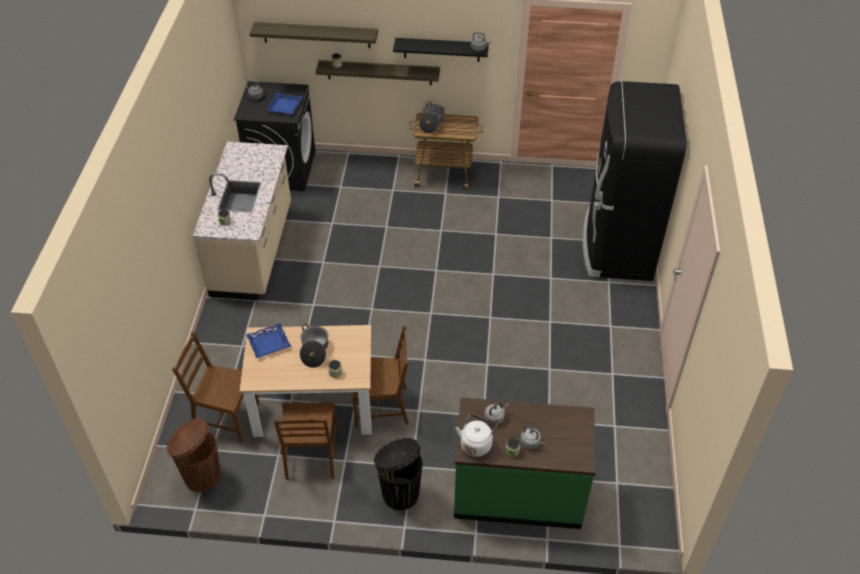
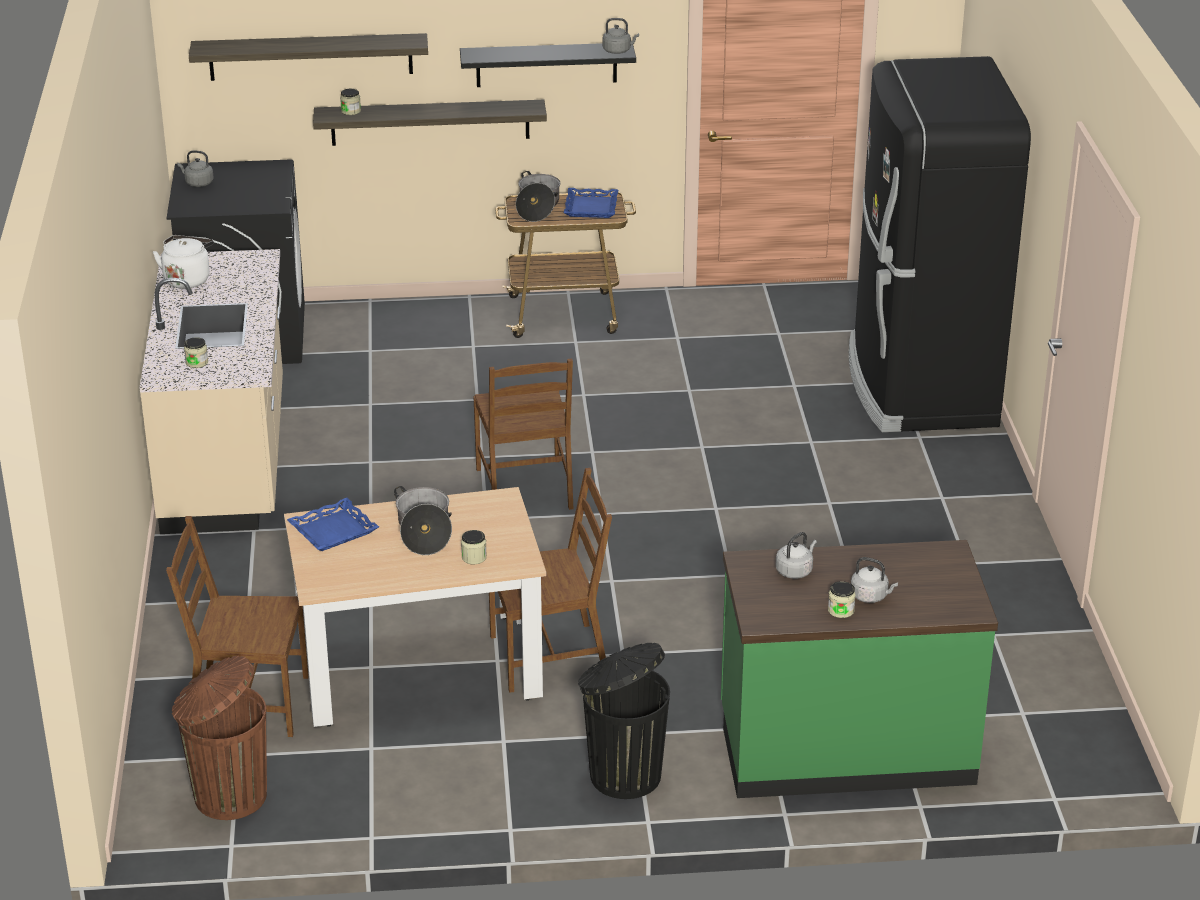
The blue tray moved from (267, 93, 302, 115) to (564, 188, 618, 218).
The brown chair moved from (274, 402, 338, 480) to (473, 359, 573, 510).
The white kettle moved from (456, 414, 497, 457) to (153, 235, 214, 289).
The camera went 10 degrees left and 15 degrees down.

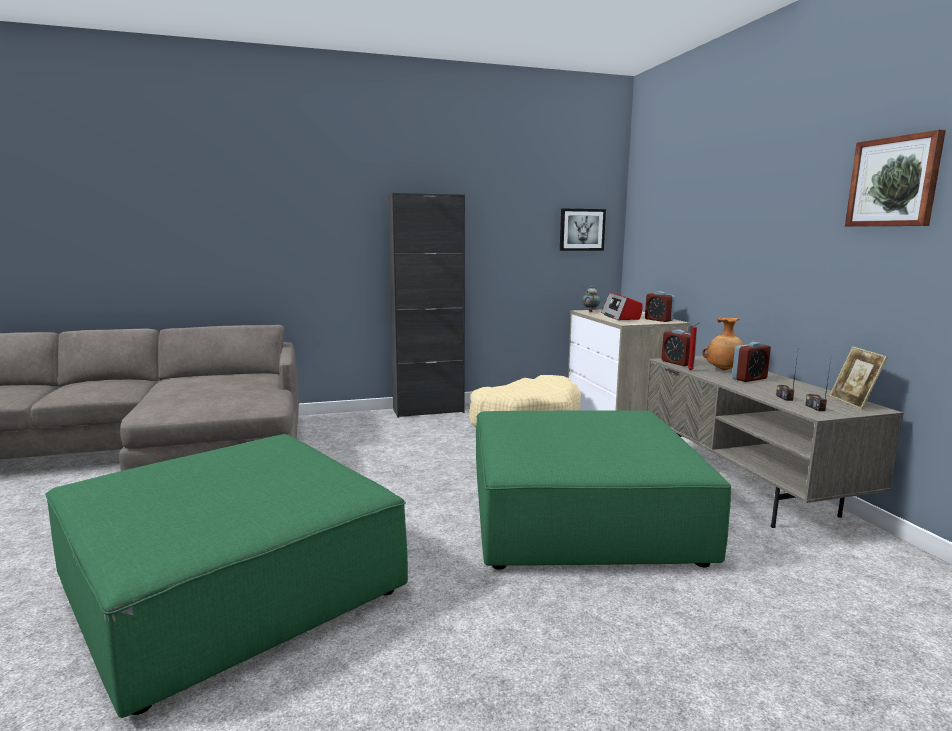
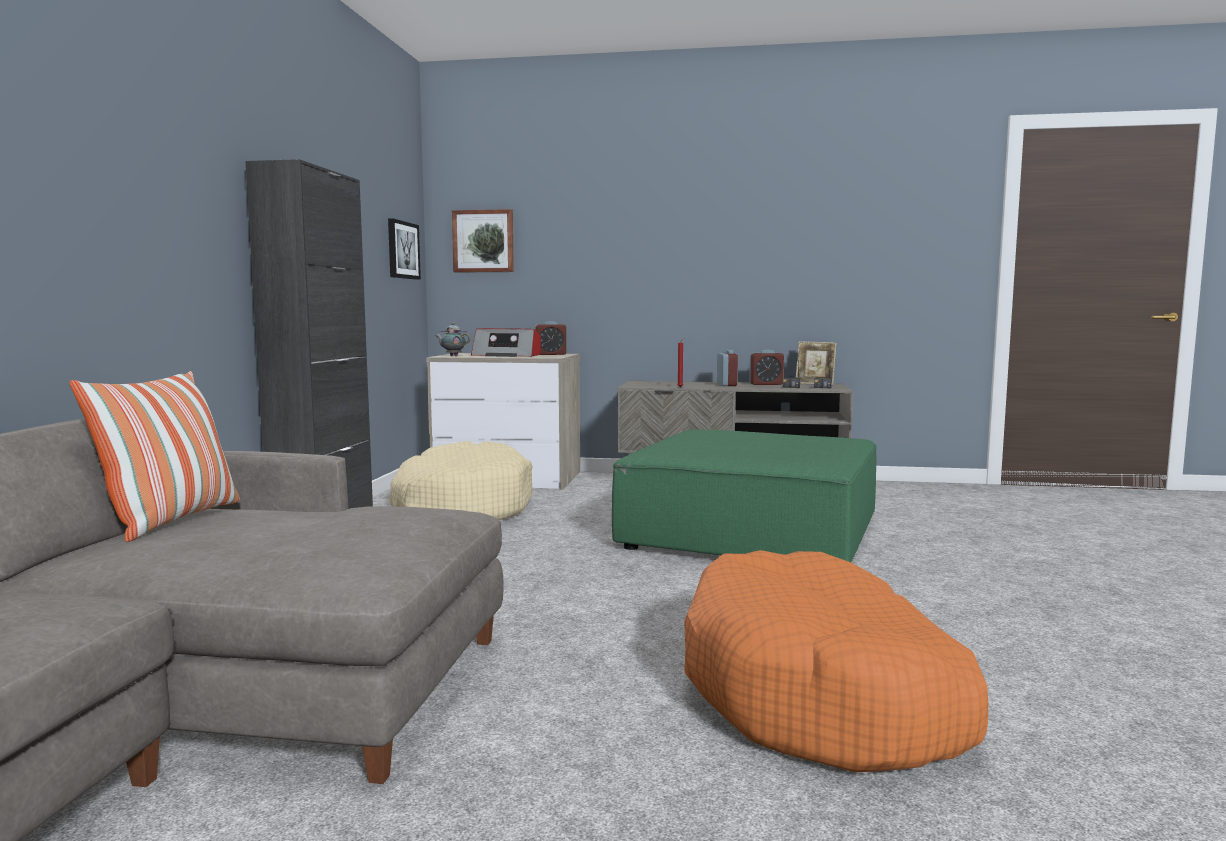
The brown vase at (702, 318, 744, 370) disappeared.
The pillow at (69, 371, 240, 542) appeared.
The alarm clock moved from (662, 330, 697, 366) to (749, 350, 784, 385).
The picture moved from (845, 130, 946, 227) to (452, 209, 514, 273).
The green ottoman at (45, 434, 408, 718) was replaced by the orange dog bed at (684, 550, 988, 773).
The camera went 65 degrees left and 5 degrees down.

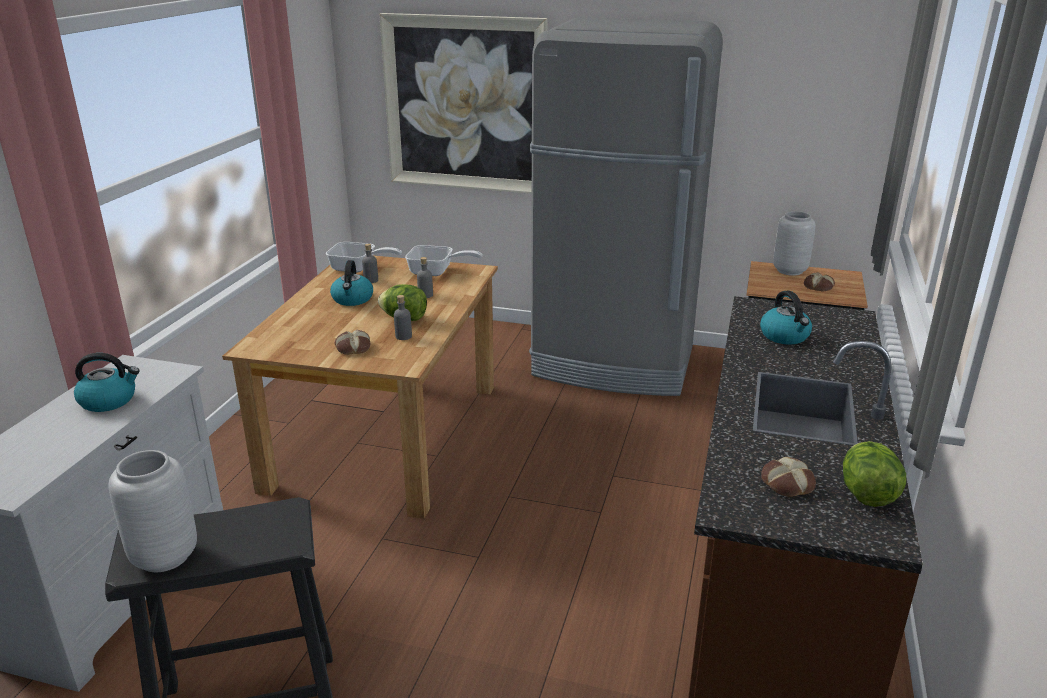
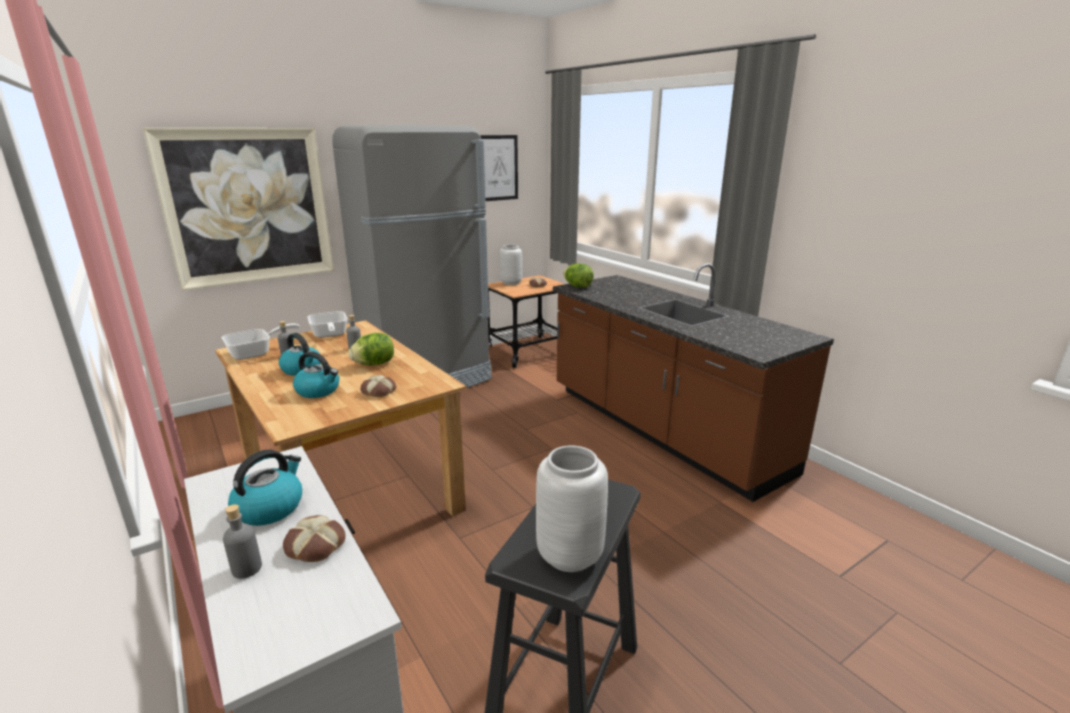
The picture at (480, 135, 518, 201) appeared.
The grey bottle moved from (394, 295, 412, 340) to (223, 504, 262, 579).
The kettle moved from (760, 290, 812, 345) to (293, 351, 339, 398).
The bread moved from (761, 457, 816, 497) to (283, 515, 346, 562).
The lettuce moved from (843, 441, 906, 507) to (563, 263, 594, 288).
The frying pan at (405, 245, 483, 276) turned 105 degrees clockwise.
The camera went 50 degrees left and 5 degrees down.

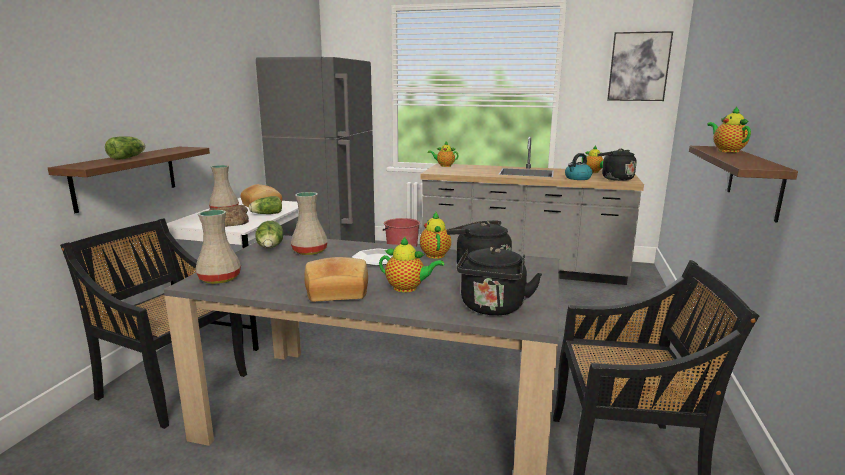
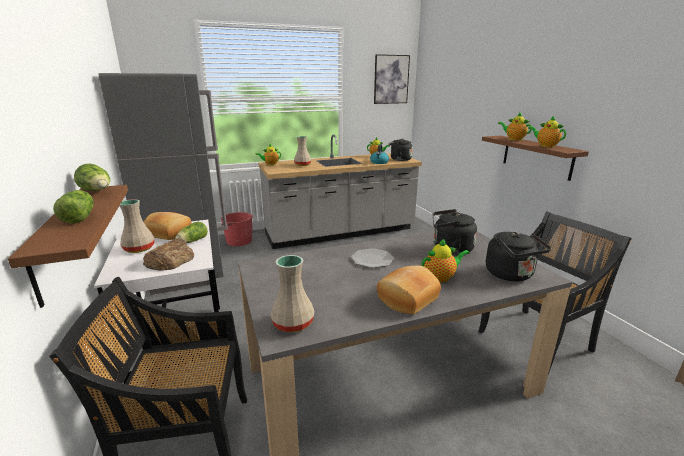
The lettuce moved from (255, 221, 283, 248) to (74, 163, 110, 191).
The beige vase moved from (291, 192, 328, 255) to (294, 136, 311, 166).
The teapot moved from (420, 212, 451, 259) to (528, 116, 566, 147).
The camera went 35 degrees left and 5 degrees up.

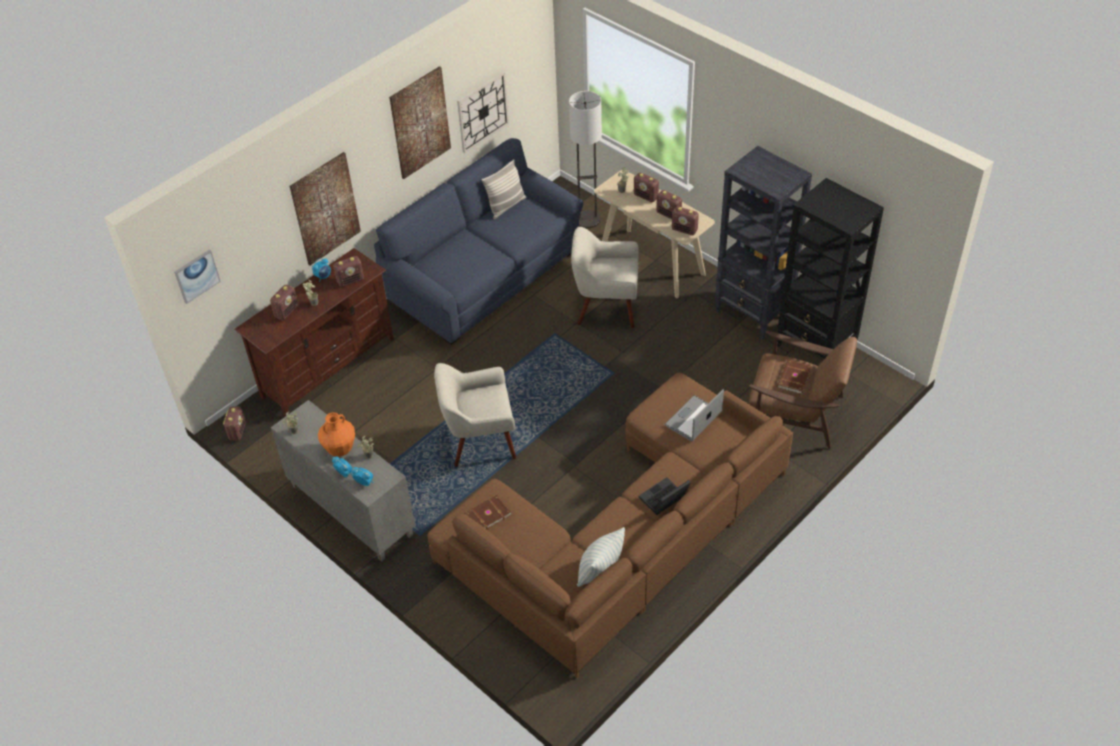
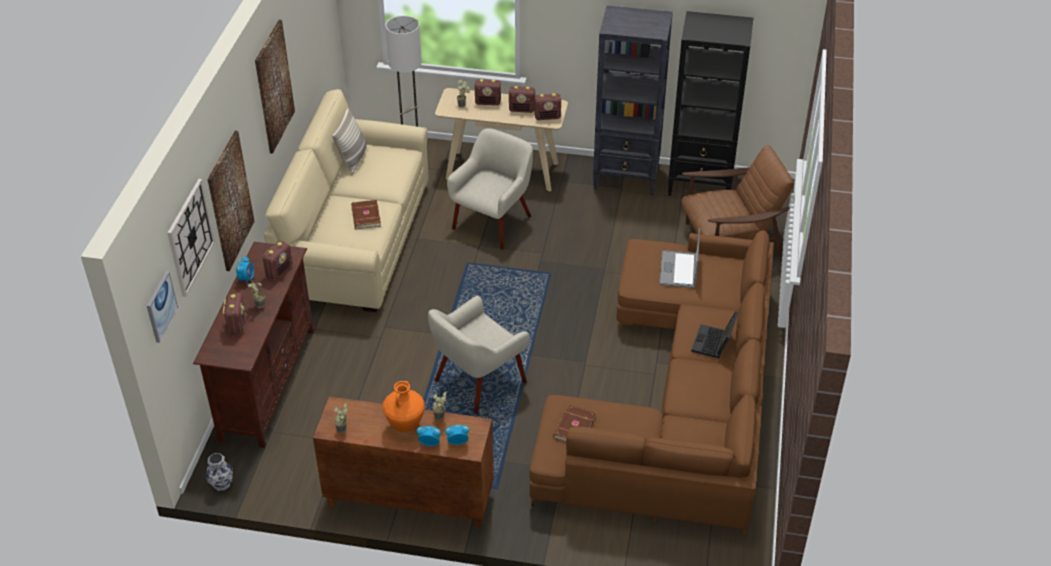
The pillow at (577, 527, 625, 587) disappeared.
The wall clock moved from (457, 72, 509, 153) to (168, 179, 215, 297).
The brown book moved from (777, 360, 812, 394) to (351, 200, 381, 229).
The radio at (223, 406, 246, 441) was replaced by the vase at (206, 453, 233, 491).
The grey cabinet at (271, 400, 415, 561) became the brown cabinet at (313, 396, 494, 529).
The blue sofa at (374, 138, 583, 345) became the beige sofa at (264, 89, 429, 312).
The beige armchair at (571, 227, 639, 328) turned 150 degrees clockwise.
The camera went 35 degrees left and 5 degrees down.

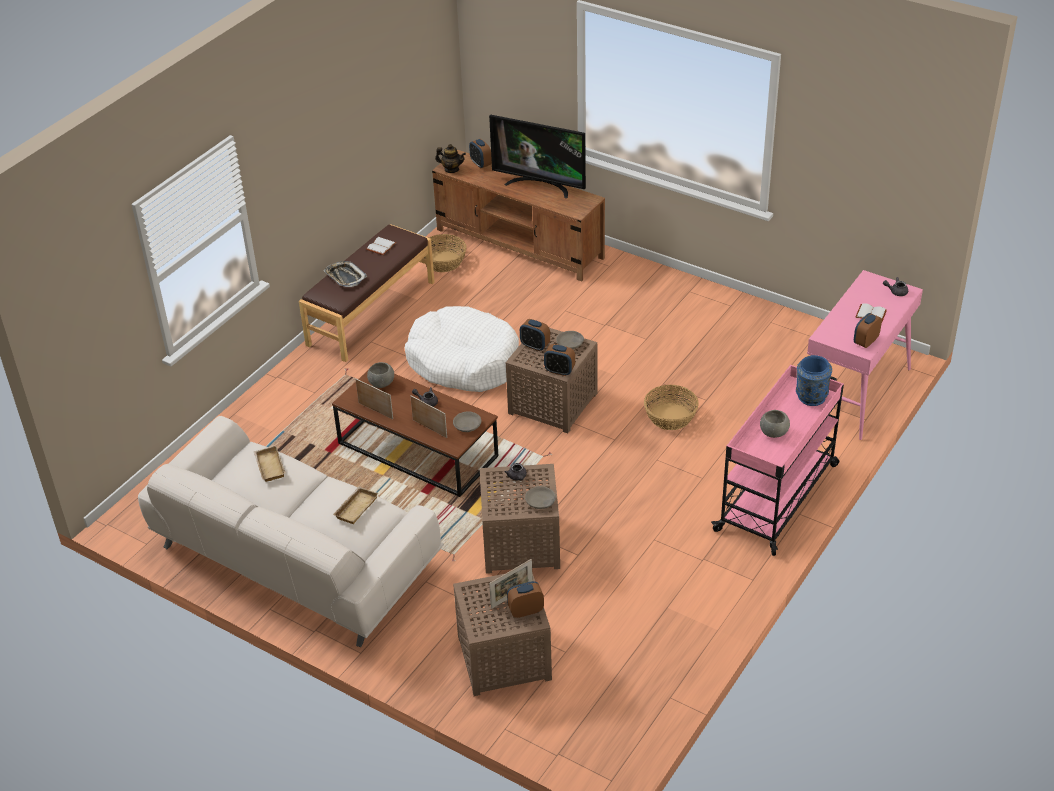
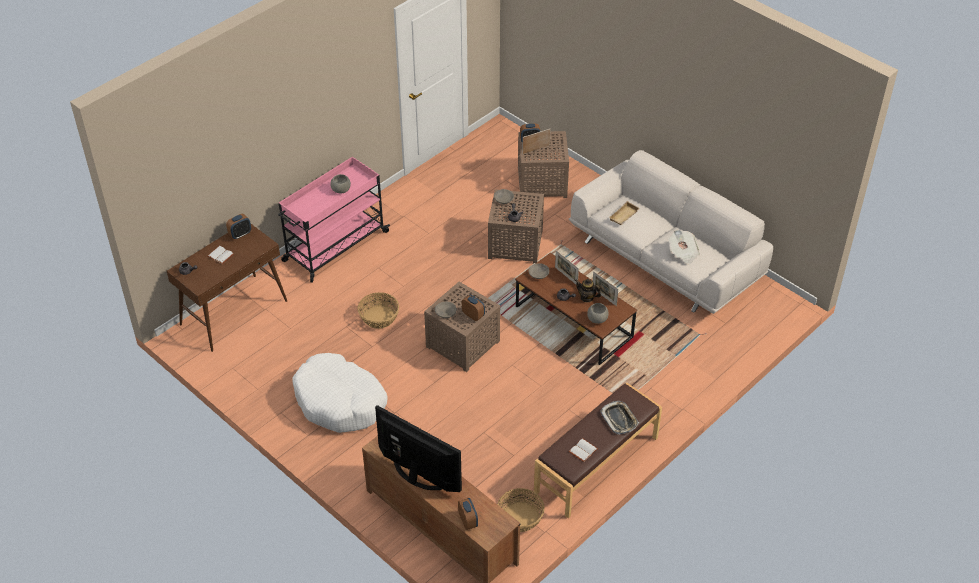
The alarm clock at (544, 344, 575, 376) disappeared.
The blue vase at (796, 355, 832, 406) disappeared.
The white dog bed moved from (405, 306, 519, 392) to (292, 353, 387, 433).
The teapot moved from (435, 144, 466, 173) to (575, 279, 601, 302).
The beige tray at (254, 446, 285, 482) was replaced by the newspaper at (669, 229, 700, 265).
The pink console table at (807, 270, 923, 440) became the brown console table at (167, 224, 287, 352).
The camera went 170 degrees left and 5 degrees up.

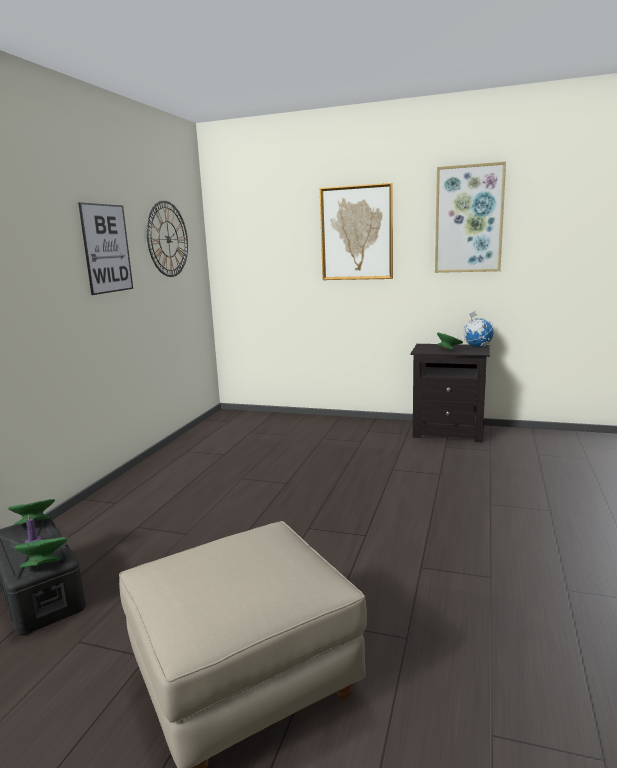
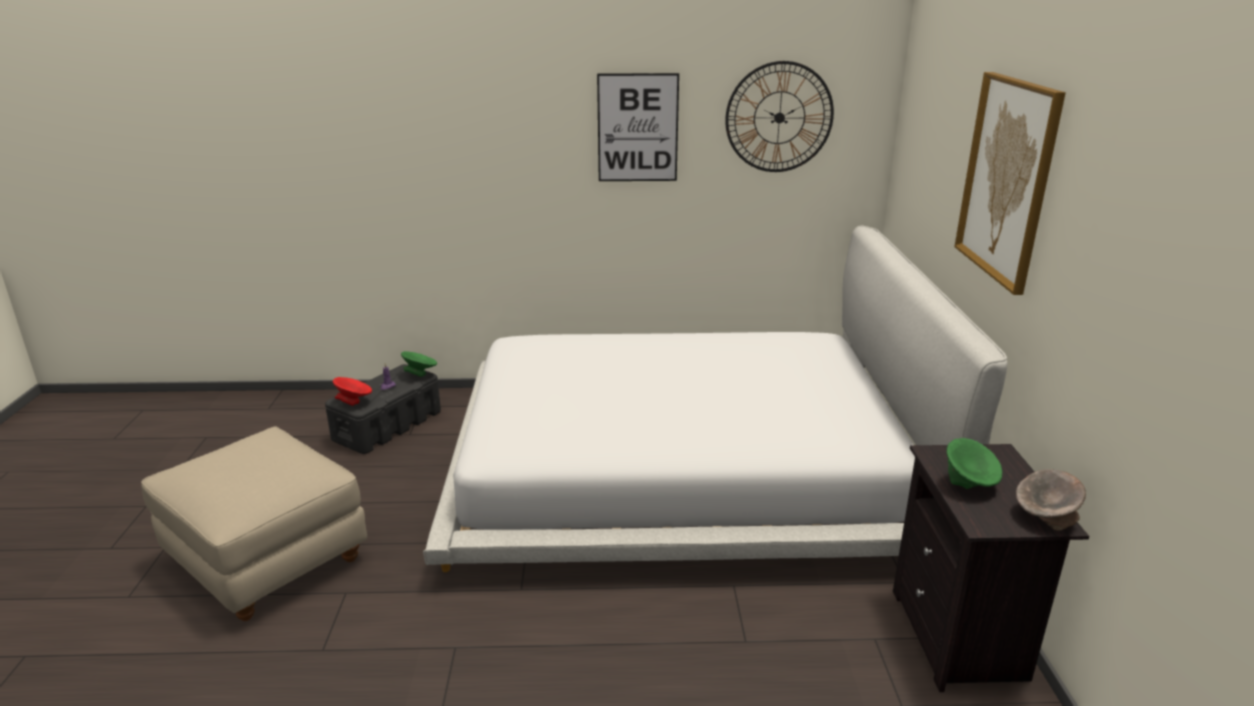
The picture at (435, 162, 506, 273) disappeared.
The white bed at (423, 225, 1007, 572) appeared.
The globe at (462, 311, 493, 347) was replaced by the grey bowl at (1016, 469, 1086, 531).
The green bowl at (14, 537, 68, 568) became the red bowl at (333, 377, 372, 406).
The camera went 70 degrees right and 10 degrees up.

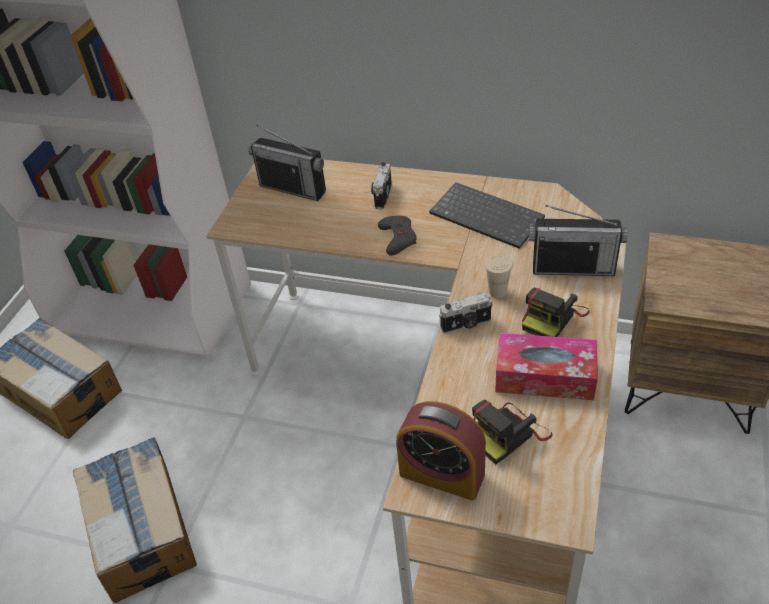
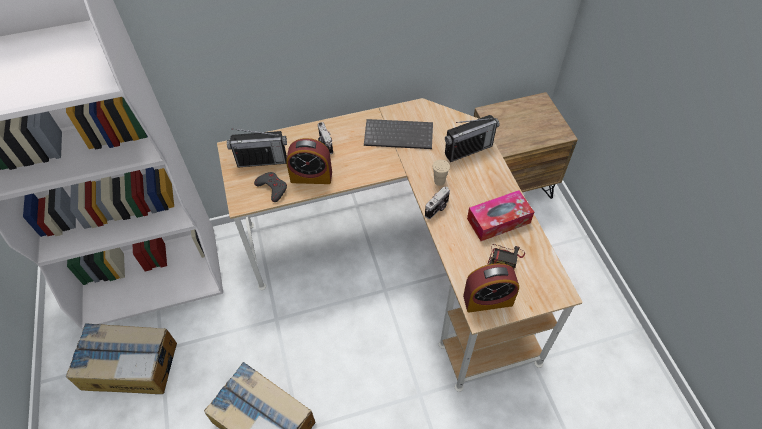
The photo camera at (522, 288, 590, 337) disappeared.
The alarm clock at (286, 138, 332, 184) appeared.
The grey game controller moved from (378, 216, 417, 256) to (254, 172, 287, 202).
The camera went 35 degrees left and 10 degrees up.

